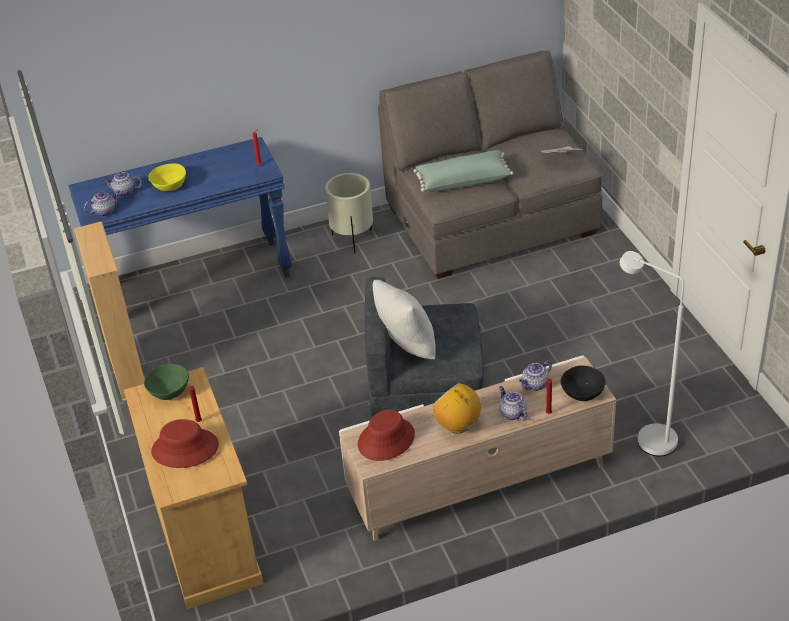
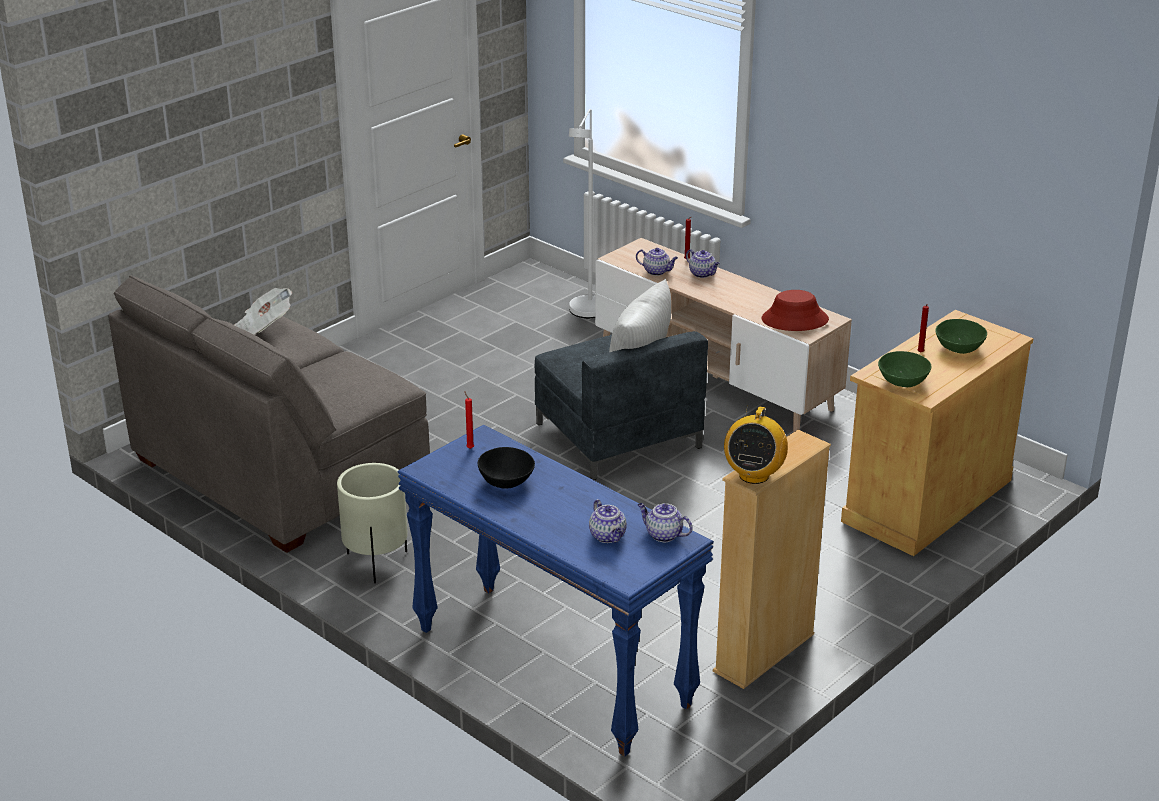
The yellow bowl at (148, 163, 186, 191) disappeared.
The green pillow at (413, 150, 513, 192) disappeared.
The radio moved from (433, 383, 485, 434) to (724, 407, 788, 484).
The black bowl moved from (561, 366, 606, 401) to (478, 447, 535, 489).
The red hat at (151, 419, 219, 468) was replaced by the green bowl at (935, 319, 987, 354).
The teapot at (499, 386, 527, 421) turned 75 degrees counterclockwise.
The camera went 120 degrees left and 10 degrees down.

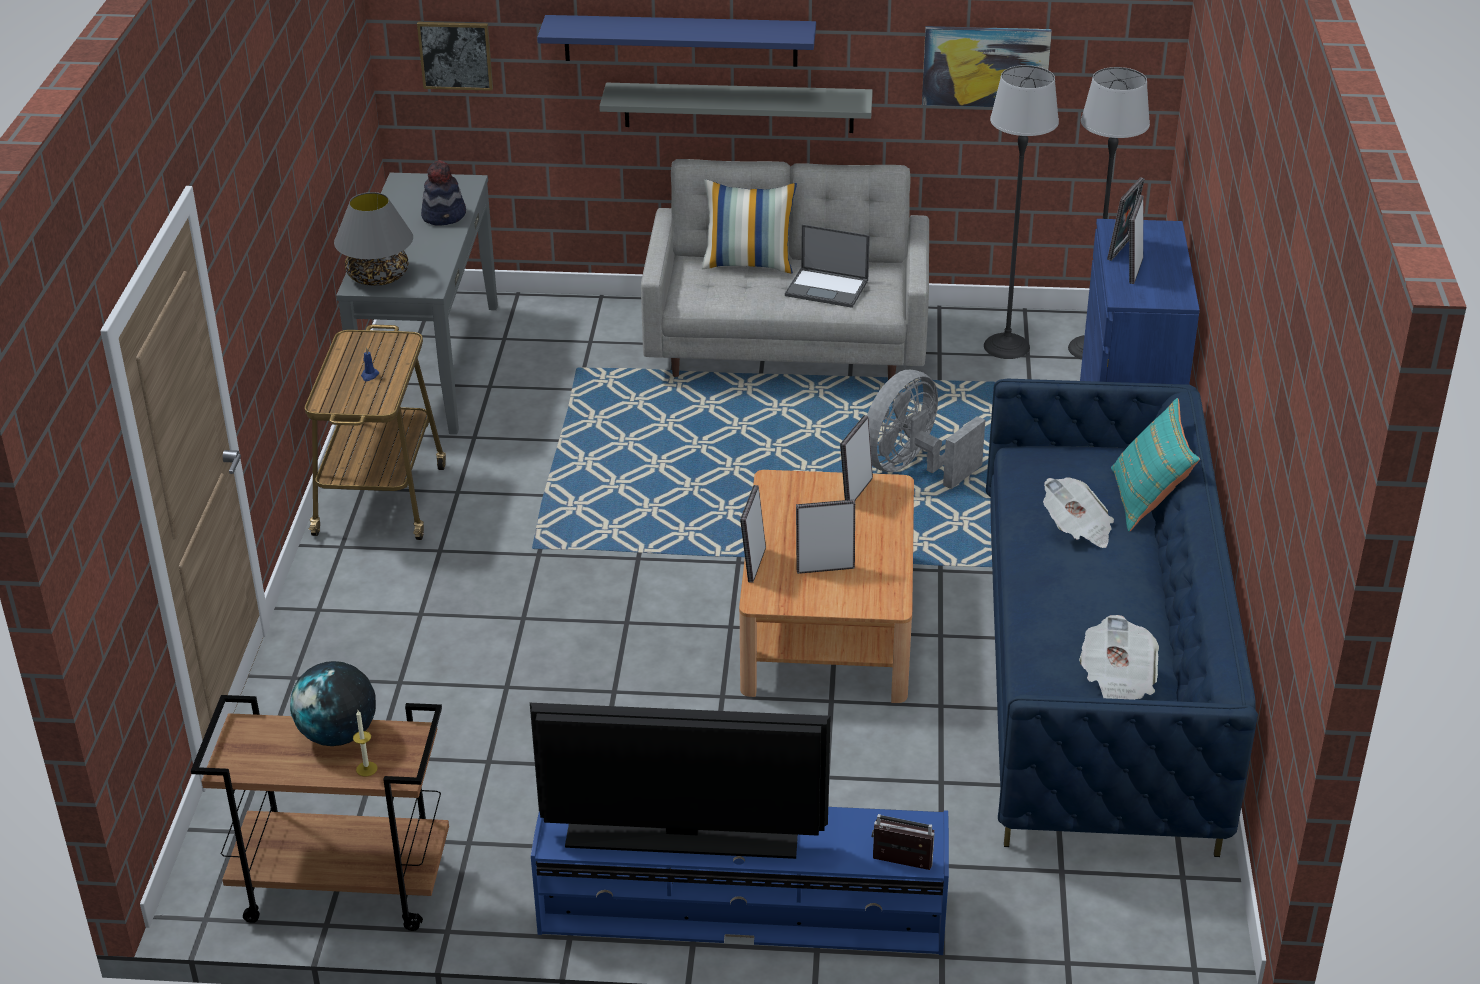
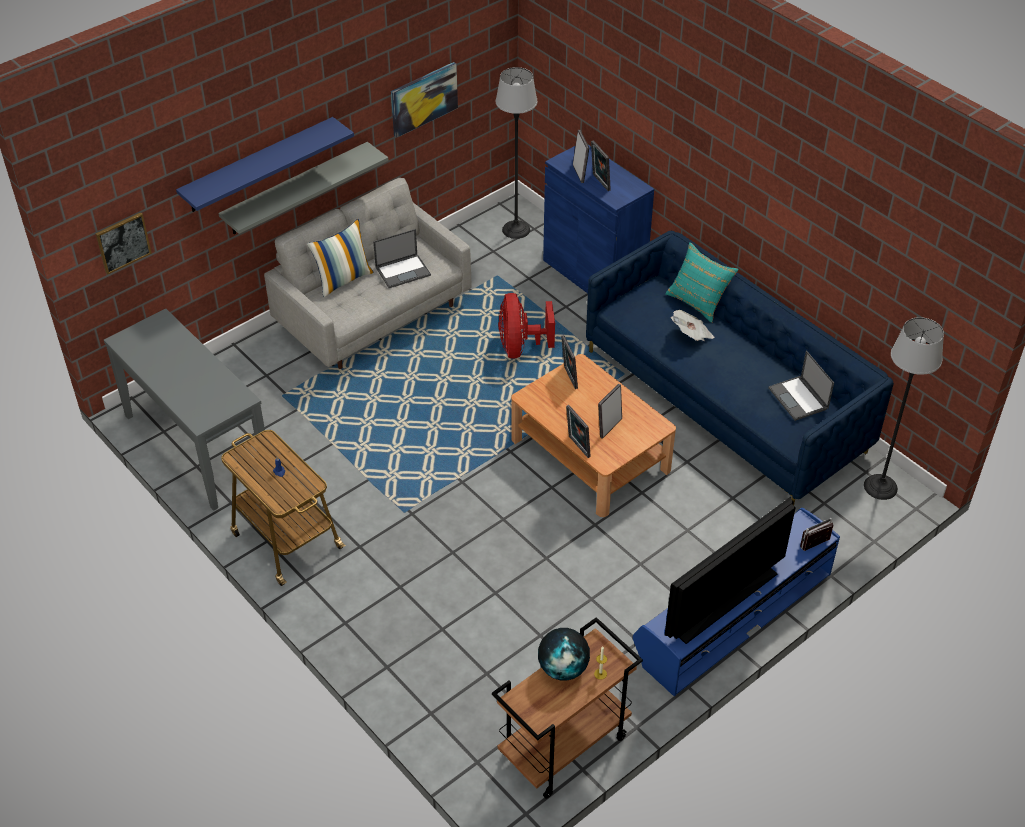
The grey table lamp at (334, 192, 413, 286) disappeared.
The hat at (421, 160, 466, 226) disappeared.
The floor lamp moved from (984, 65, 1059, 359) to (864, 317, 944, 500).
The newspaper at (1079, 615, 1159, 700) was replaced by the laptop at (768, 350, 834, 421).
The grey fan at (867, 370, 985, 489) became the red fan at (498, 293, 555, 359).
The camera went 45 degrees left and 10 degrees up.

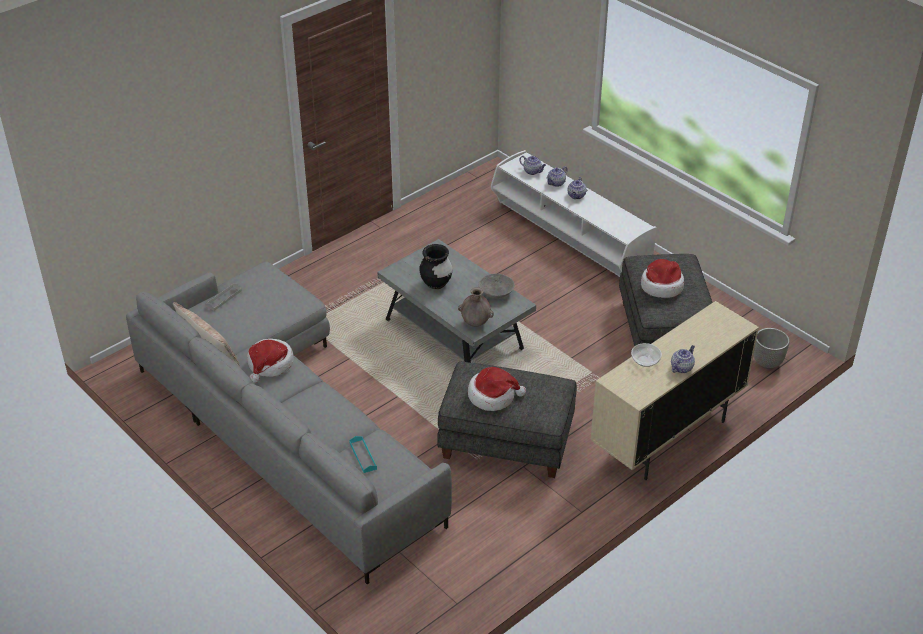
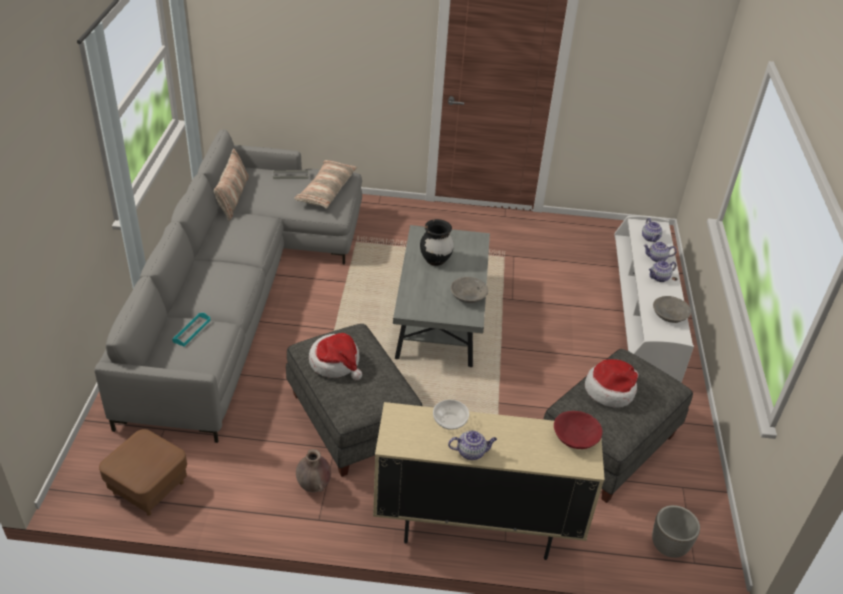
The hat at (247, 339, 294, 383) disappeared.
The brown ottoman at (99, 429, 187, 516) appeared.
The pillow at (294, 160, 357, 208) appeared.
The red bowl at (554, 411, 602, 449) appeared.
The grey bowl at (653, 296, 691, 323) appeared.
The brown vase moved from (458, 287, 494, 327) to (296, 449, 331, 492).
The camera went 45 degrees right and 0 degrees up.

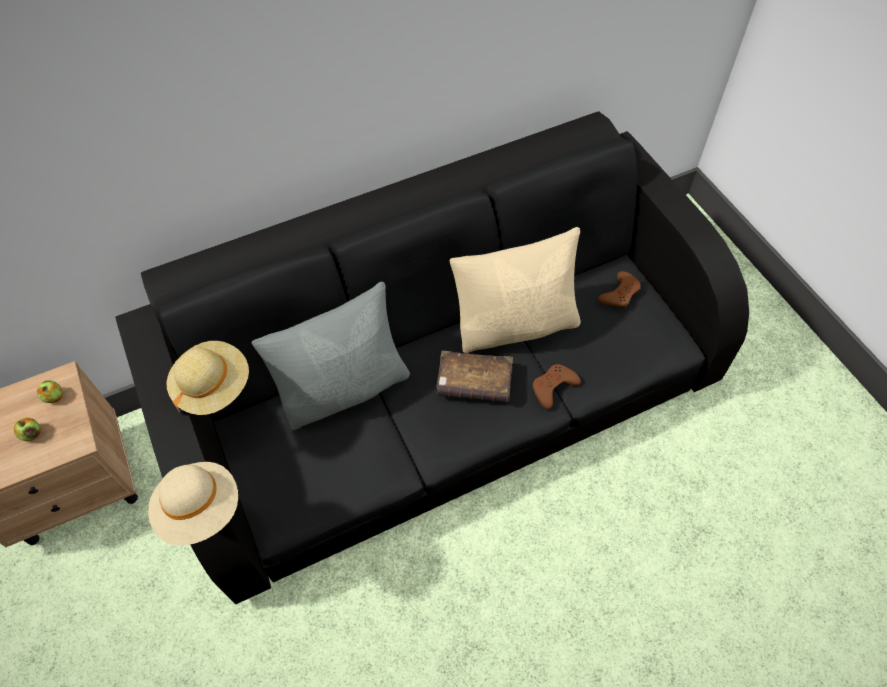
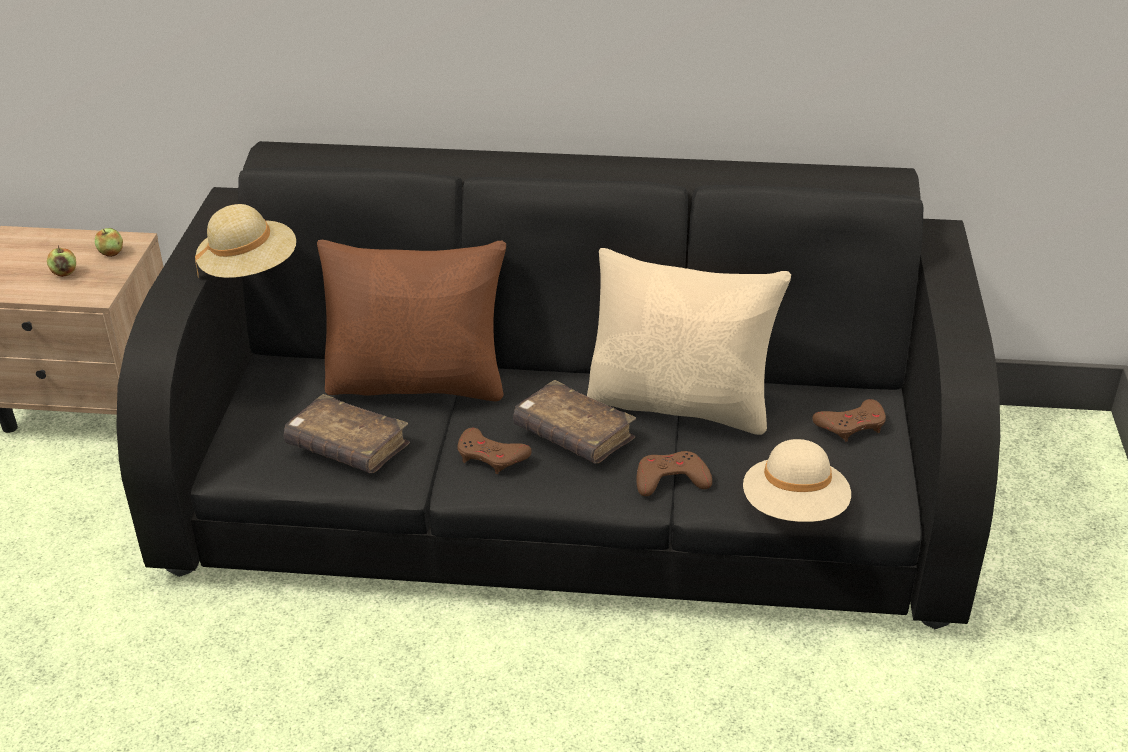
The brown book at (284, 394, 410, 473) appeared.
The brown game controller at (457, 428, 532, 474) appeared.
The beige hat moved from (148, 462, 238, 546) to (743, 439, 851, 522).
The grey pillow at (252, 282, 410, 430) became the brown pillow at (317, 240, 506, 401).
The camera went 30 degrees right and 20 degrees down.

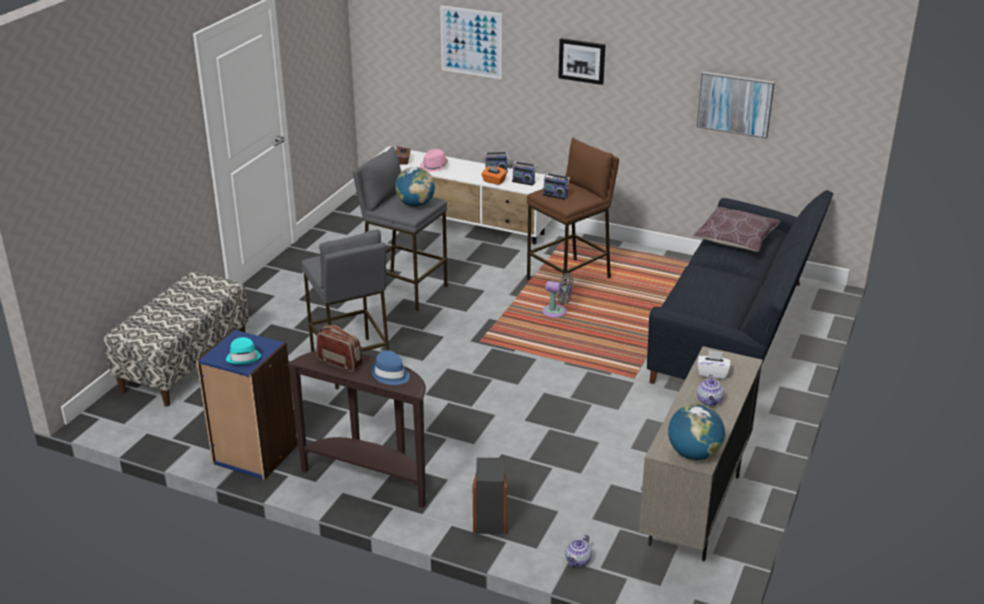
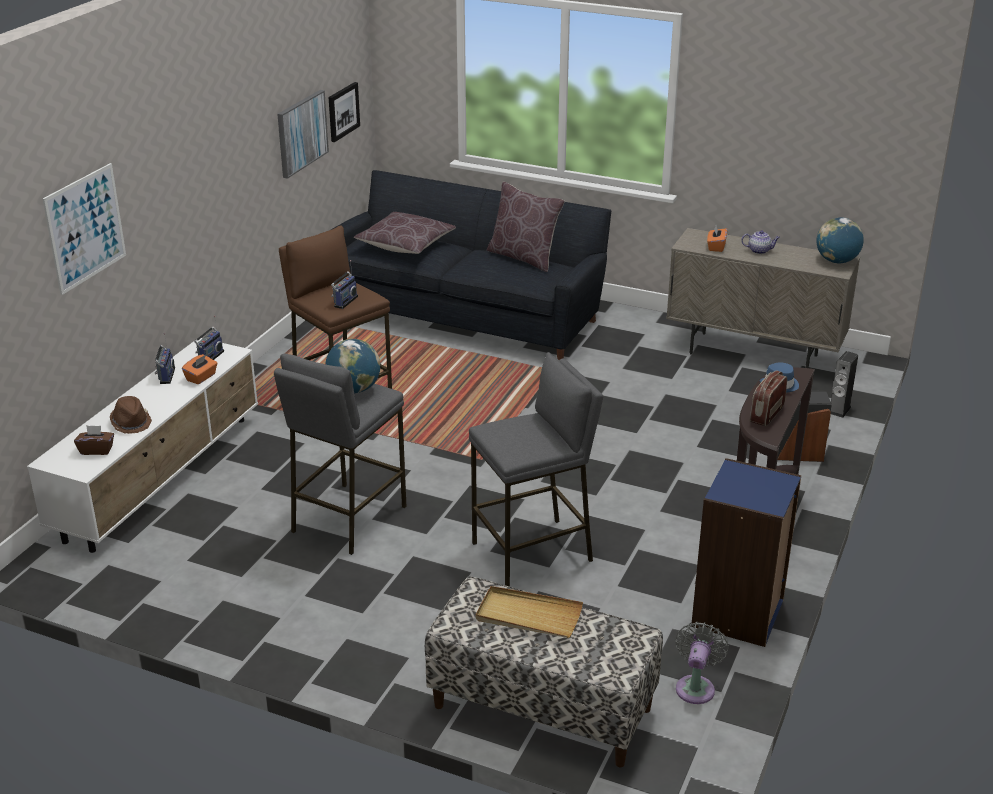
The turquoise hat at (226, 337, 261, 365) disappeared.
The beige tray at (476, 586, 583, 638) appeared.
The brown pillow at (487, 182, 565, 272) appeared.
The grey fan moved from (542, 273, 573, 318) to (675, 622, 729, 704).
The picture moved from (558, 38, 606, 85) to (328, 82, 360, 142).
The teapot at (565, 534, 592, 567) was replaced by the speaker at (831, 351, 858, 418).
The pink hat at (420, 149, 448, 172) became the brown hat at (110, 396, 152, 434).
The white tissue box at (697, 350, 731, 379) became the orange tissue box at (707, 225, 727, 252).
The camera went 90 degrees left and 0 degrees up.

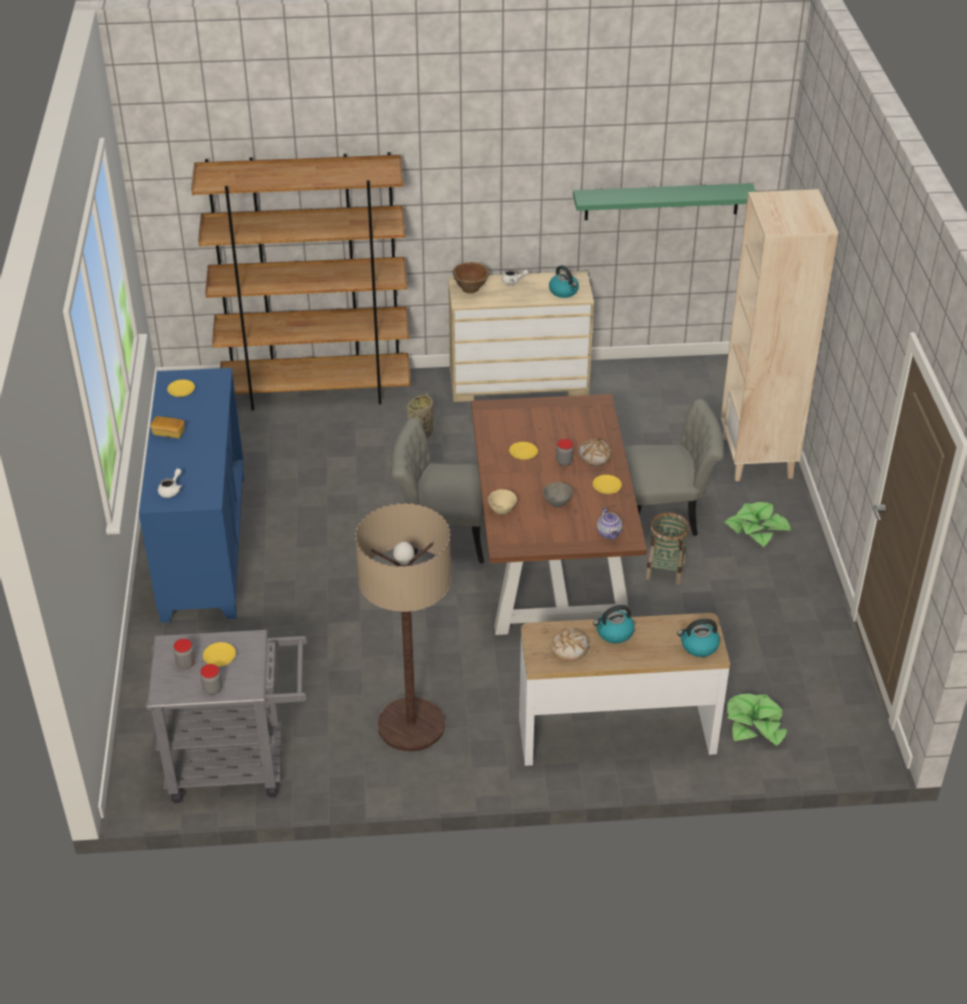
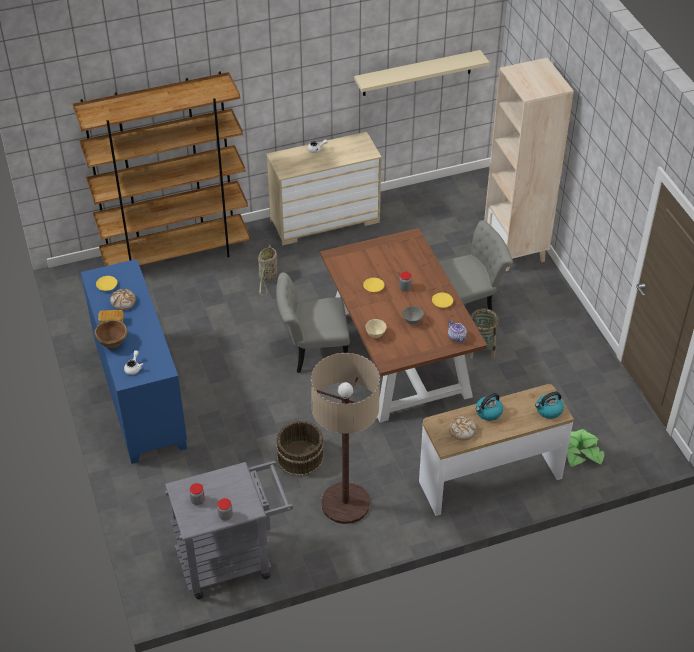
The yellow plate at (203, 642, 236, 667) disappeared.
The kettle at (549, 265, 579, 298) disappeared.
The potted plant at (724, 502, 791, 547) disappeared.
The brown bucket at (276, 420, 324, 477) appeared.
The brown bowl moved from (452, 262, 489, 293) to (94, 320, 128, 349).
The bread moved from (578, 439, 612, 466) to (110, 289, 136, 310).
The green shelf at (573, 183, 756, 220) became the beige shelf at (354, 50, 489, 96).
The camera went 15 degrees left and 5 degrees up.

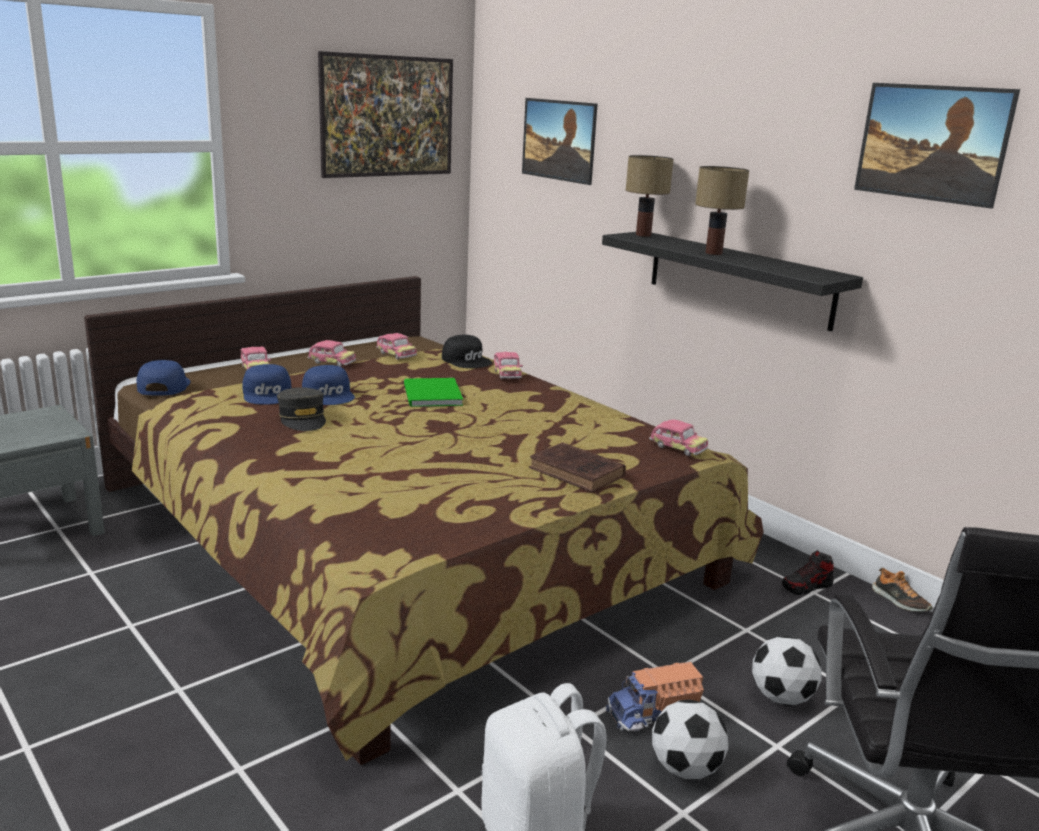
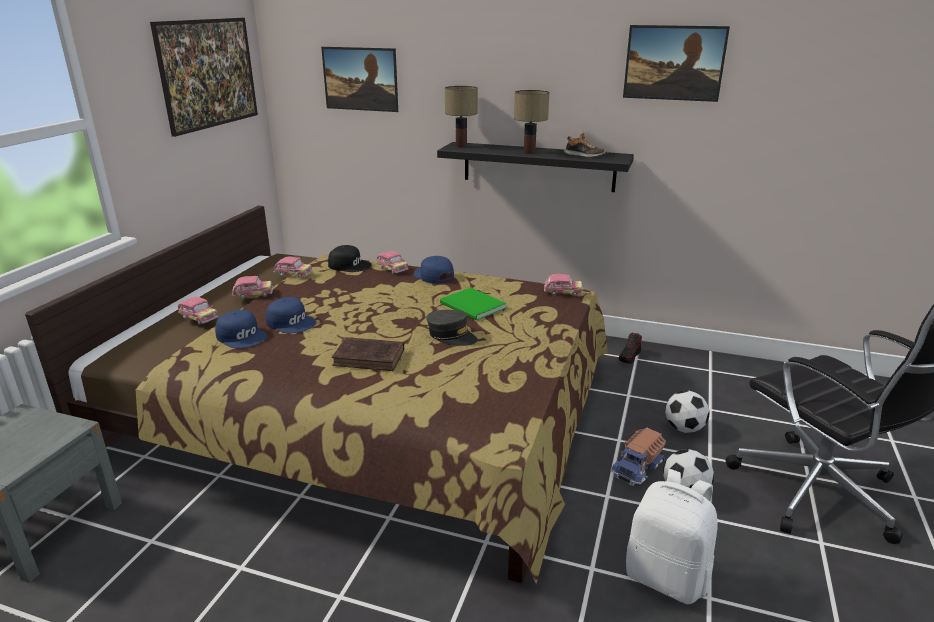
The blue cap moved from (136, 360, 191, 396) to (414, 256, 454, 284).
The grey cap moved from (277, 387, 326, 431) to (426, 310, 478, 346).
The green book moved from (404, 378, 463, 407) to (440, 287, 507, 321).
The brown book moved from (529, 442, 626, 493) to (332, 337, 404, 371).
The shoe moved from (872, 568, 932, 612) to (564, 133, 606, 157).
The camera went 30 degrees left and 5 degrees up.

